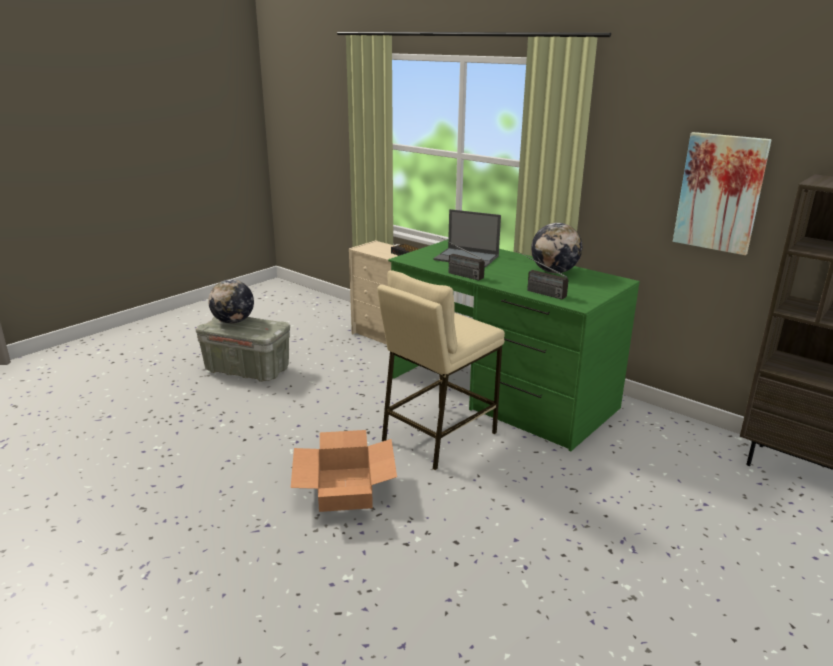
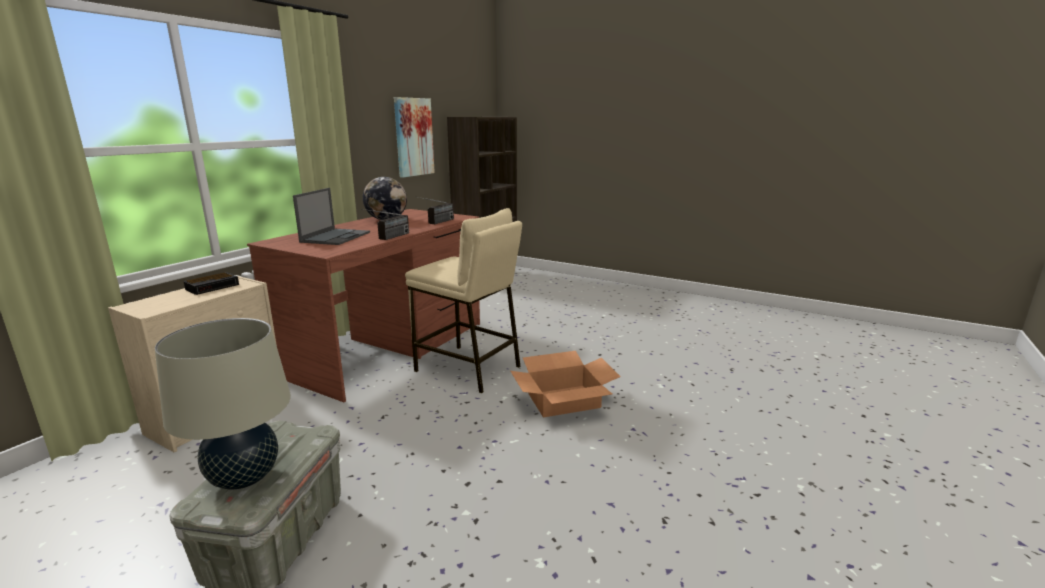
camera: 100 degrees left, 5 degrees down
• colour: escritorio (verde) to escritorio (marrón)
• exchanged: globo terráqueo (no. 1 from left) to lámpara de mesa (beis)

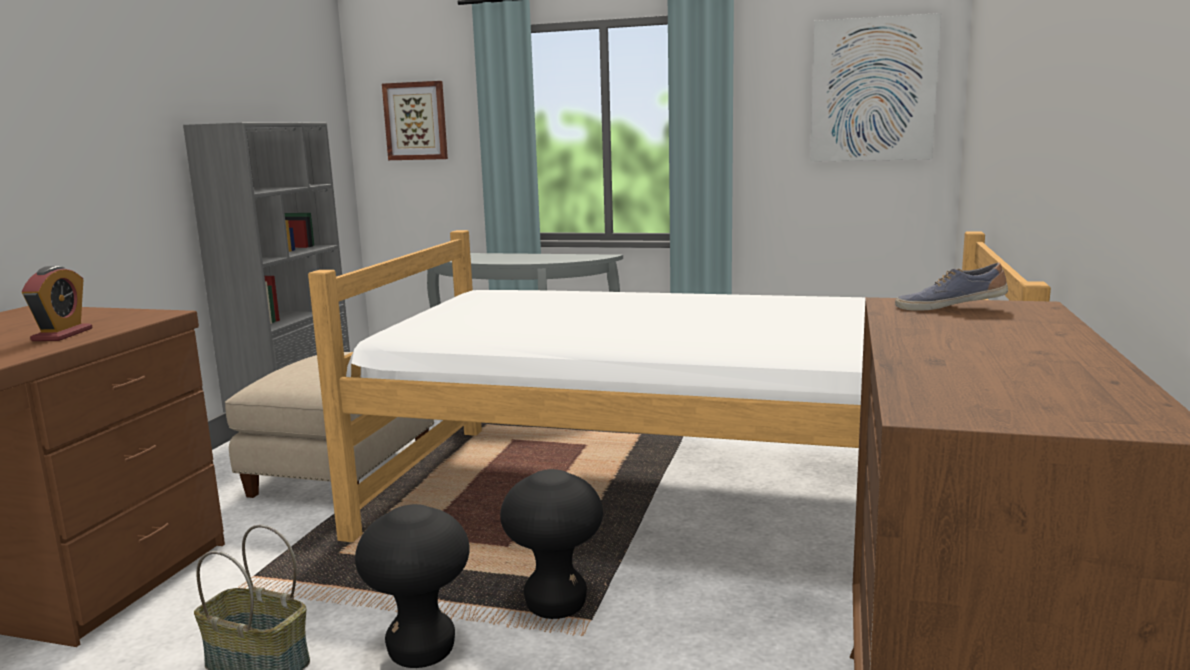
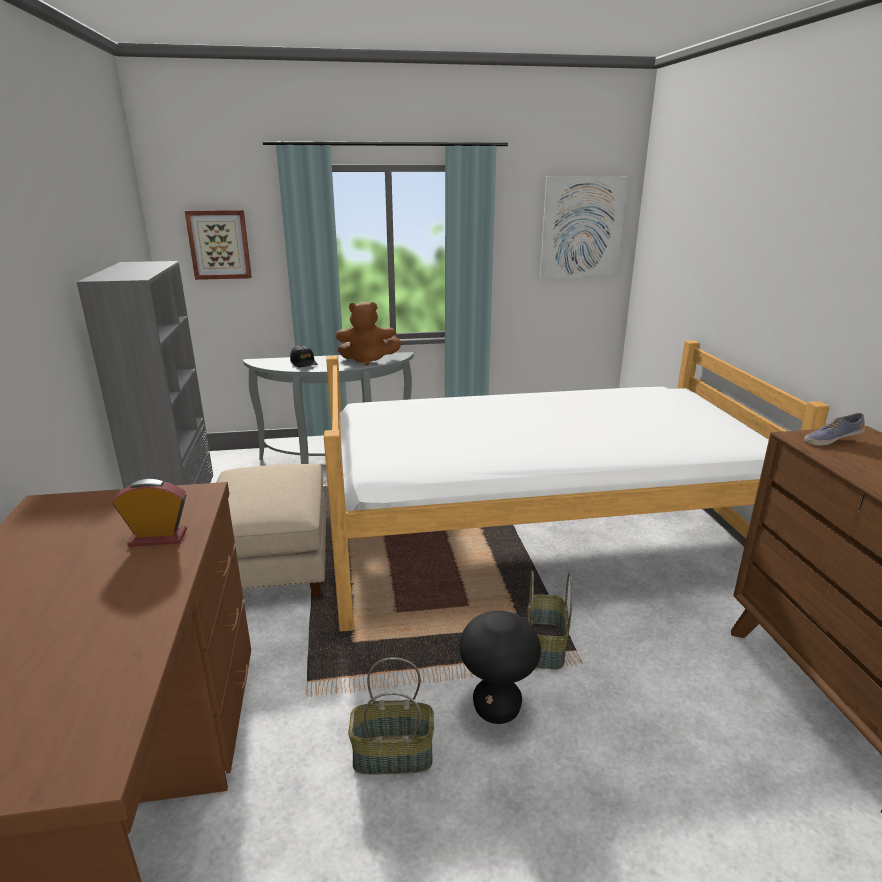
camera: 25 degrees left, 10 degrees up
• spun: despertador 75 degrees counterclockwise
• exchanged: taburete (negro) (no. 2 from left) to cesta (no. 2 from left)
• appeared: peluche (marrón)
• appeared: gorra (negro)

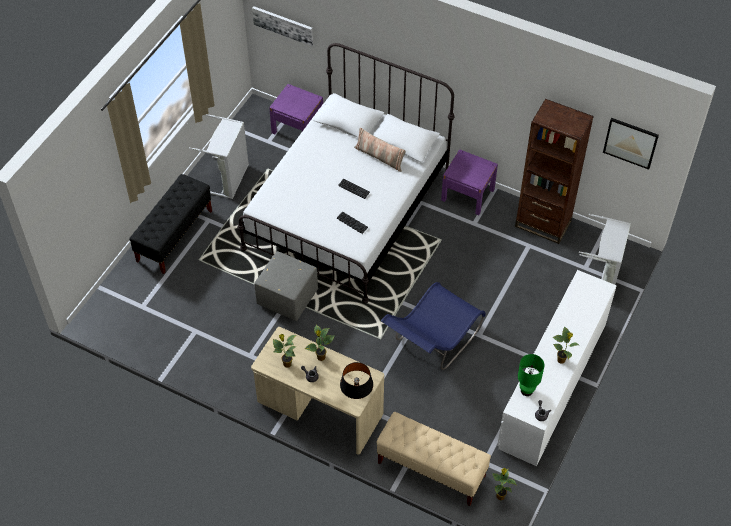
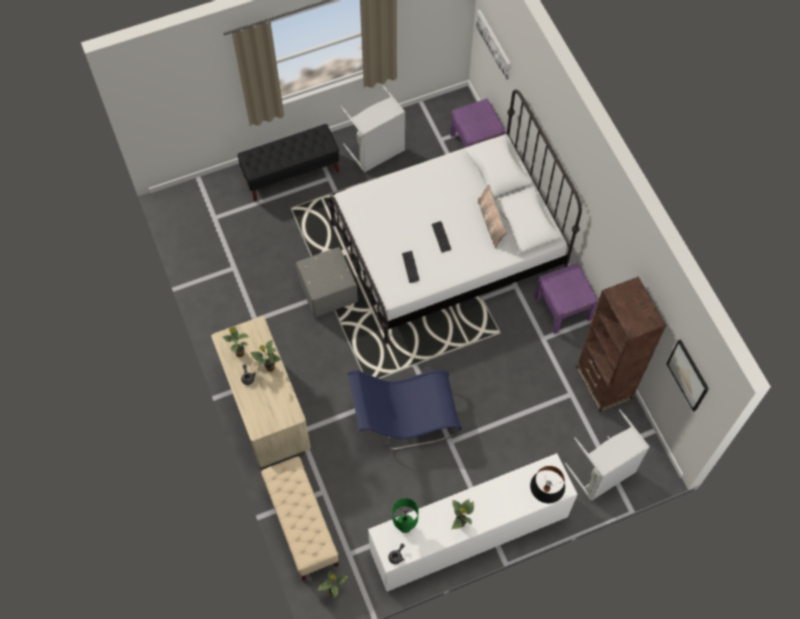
camera: 40 degrees right, 10 degrees up
• relocated: lámpara de mesa (negro)

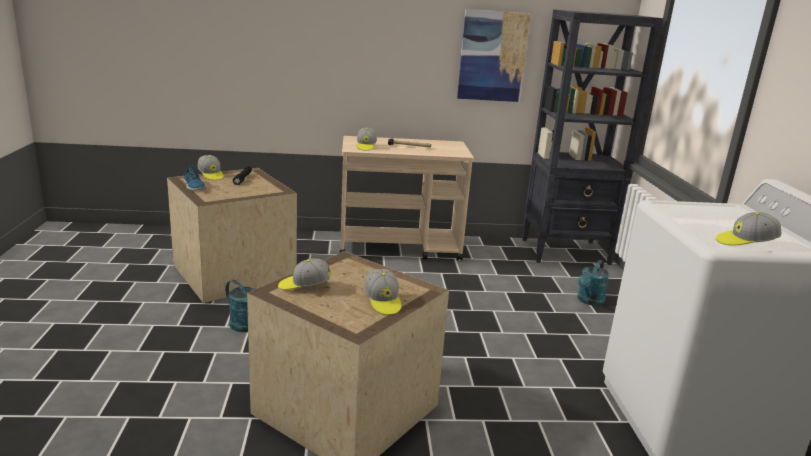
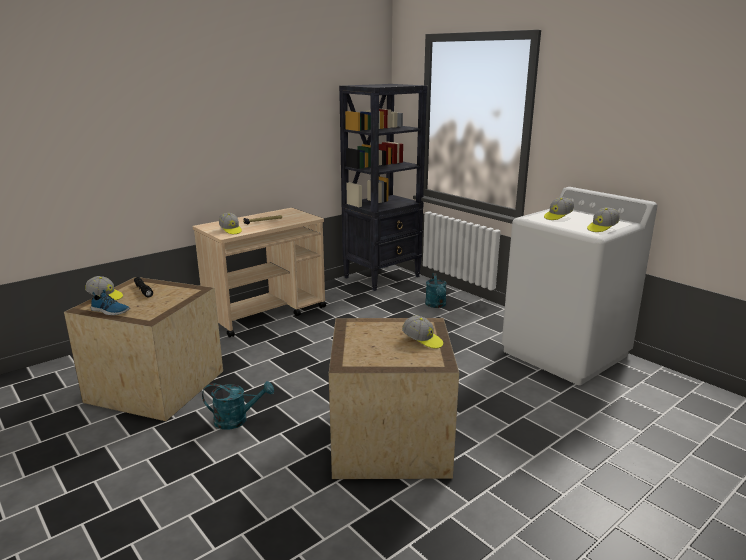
camera: 35 degrees left, 0 degrees up
• missing: cuadro
• relocated: gorra (no. 2 from left in the first image) to gorra (no. 4 from left)

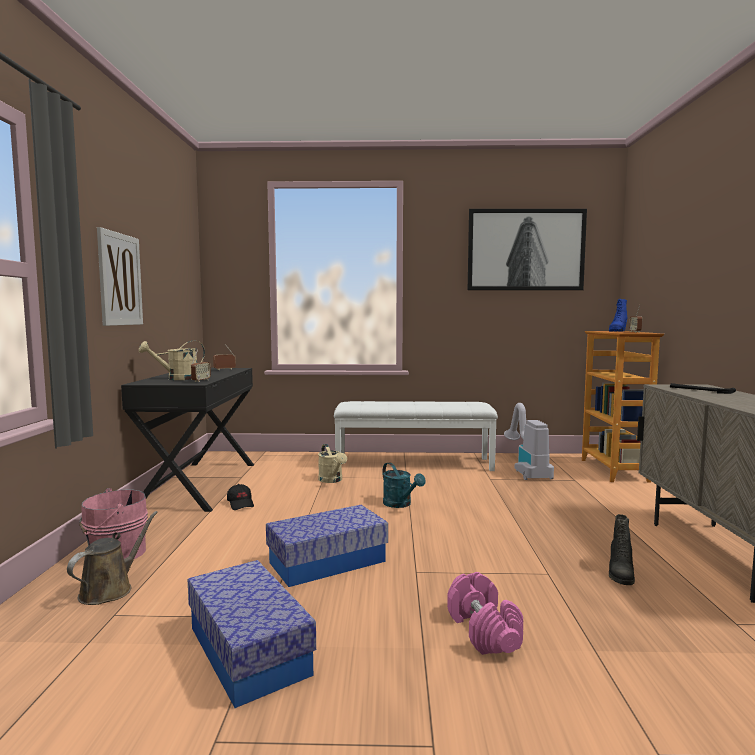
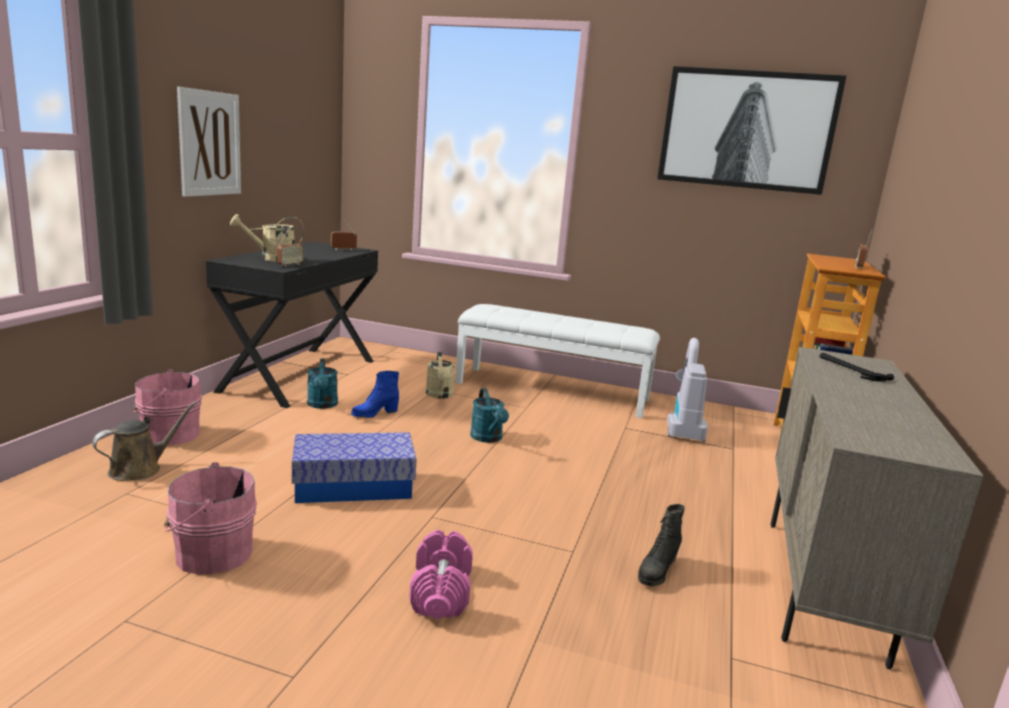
camera: 15 degrees right, 10 degrees up
• relocated: bota (azul)
• exchanged: gorra (negro) to regadera (turquesa) (no. 1 from left)
• exchanged: caja de almacenaje (no. 1 from left) to cubo (rosa) (no. 2 from left)

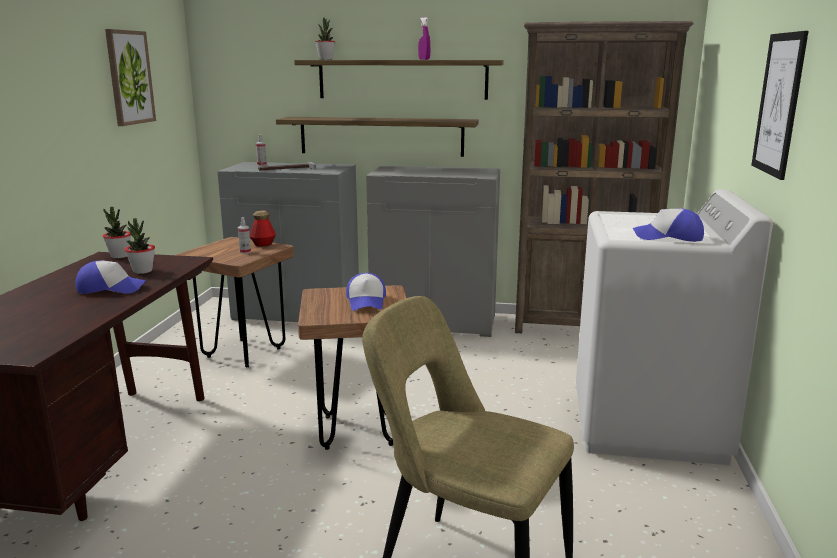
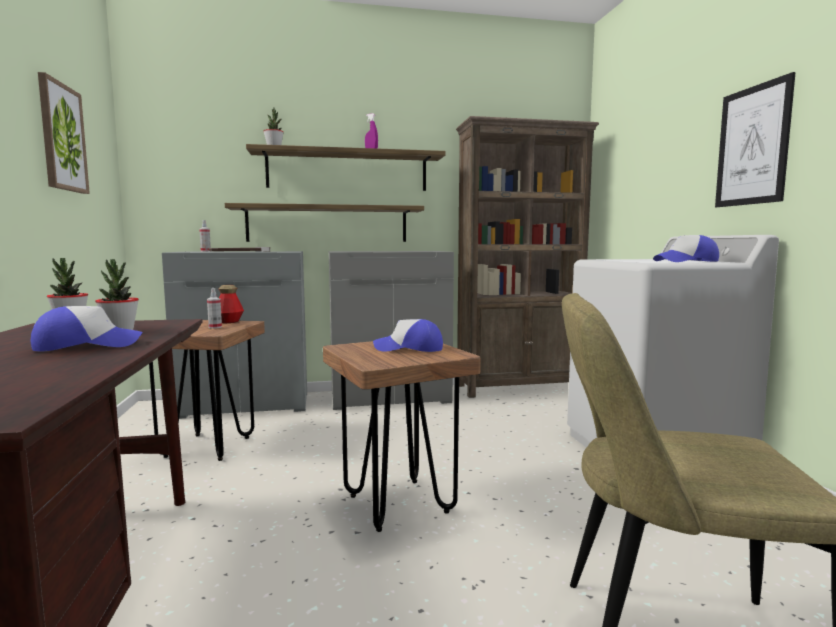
camera: 20 degrees left, 10 degrees down
• spun: gorra (no. 2 from left) 120 degrees clockwise

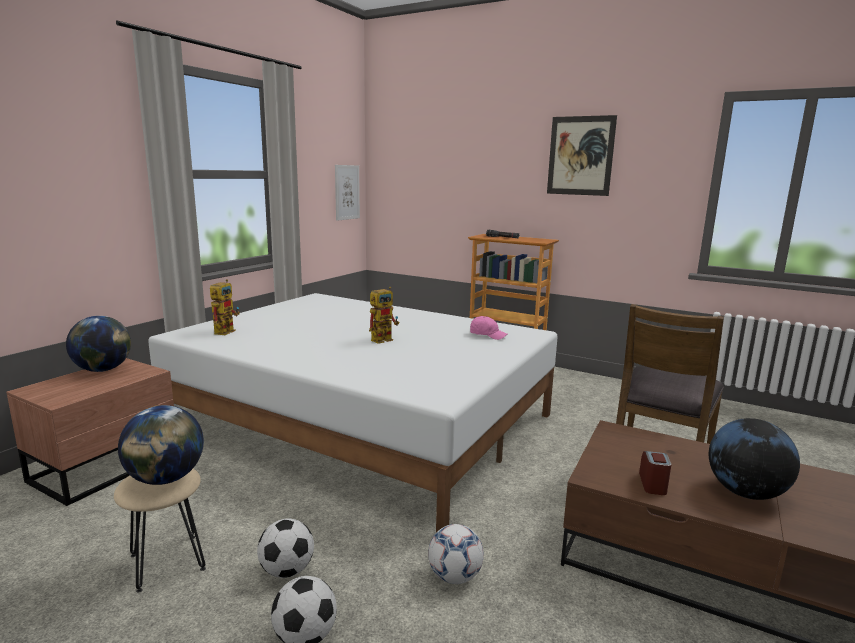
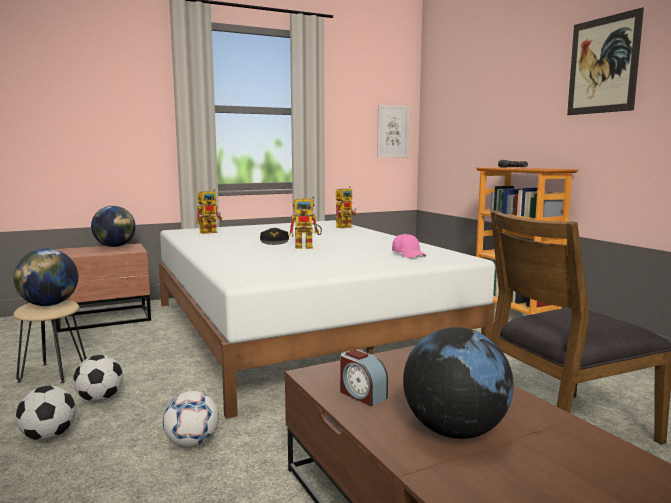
camera: 35 degrees right, 5 degrees down
• spun: despertador 90 degrees clockwise
• appeared: robot de juguete (no. 3 from left)
• appeared: gorra (negro)

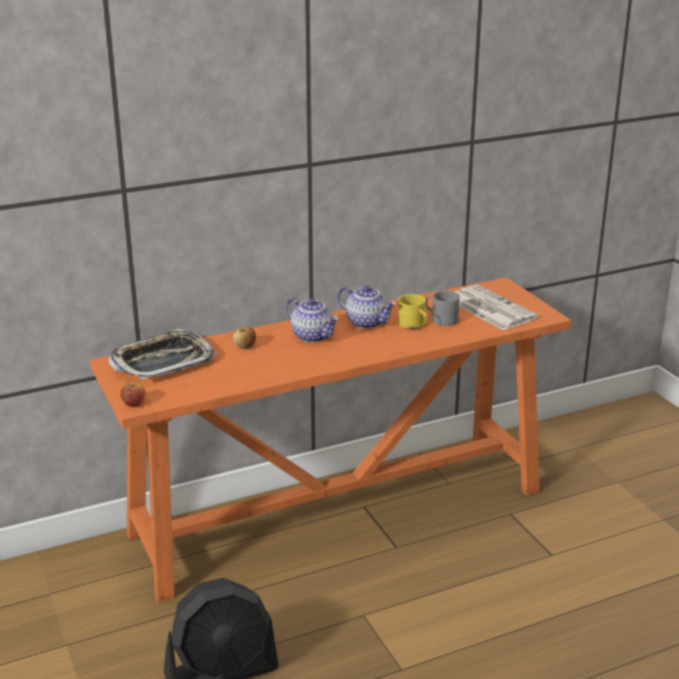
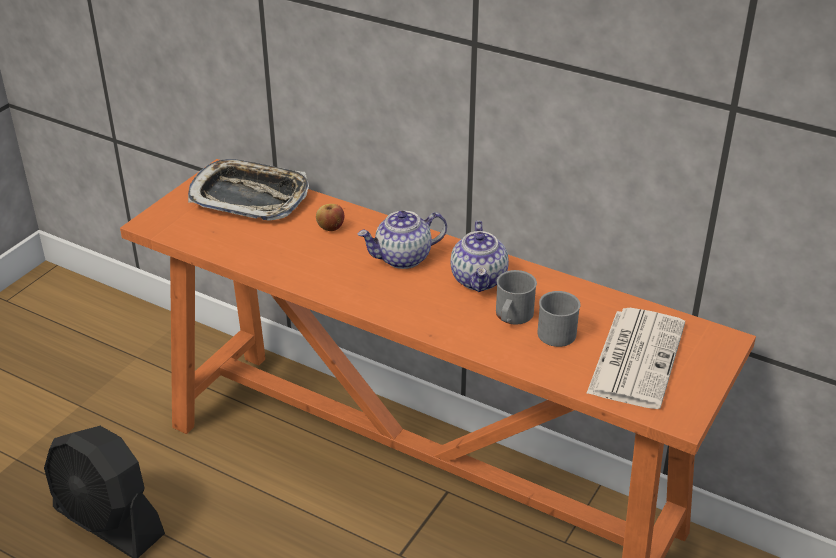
camera: 55 degrees right, 10 degrees up
• colour: taza grande (amarillo) to taza grande (gris) (no. 1 from left)
• spun: tetera (no. 1 from left) 60 degrees clockwise
• missing: manzana (no. 1 from left)

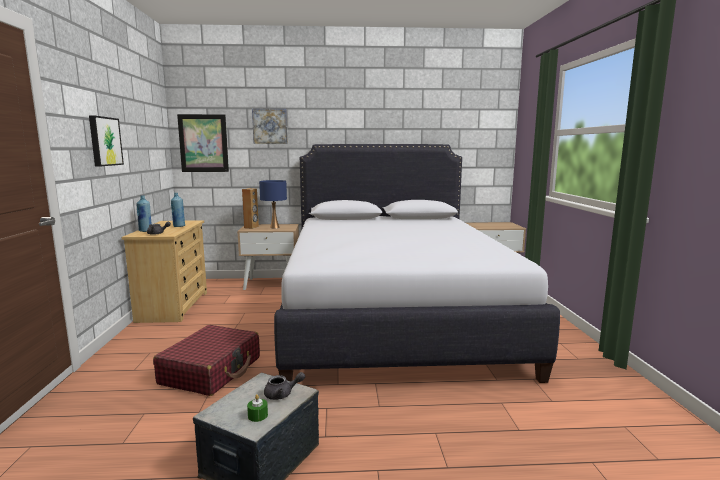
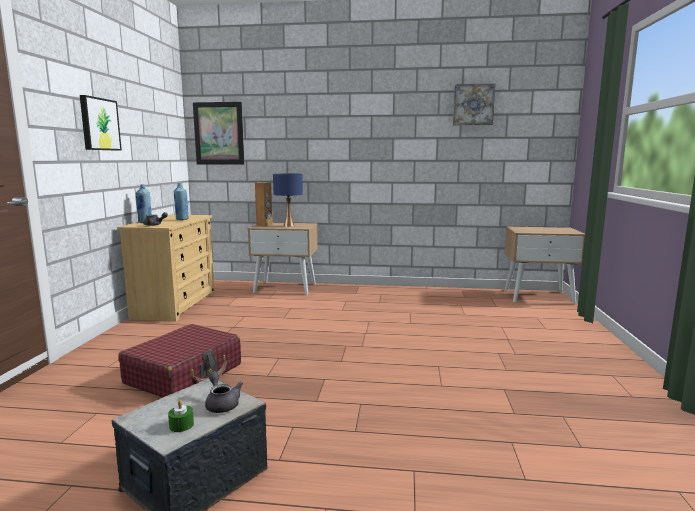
camera: 10 degrees right, 0 degrees up
• relocated: cuadro (no. 3 from left)
• missing: cama (blanco)
• spun: tetera (gris) (no. 2 from left) 120 degrees counterclockwise

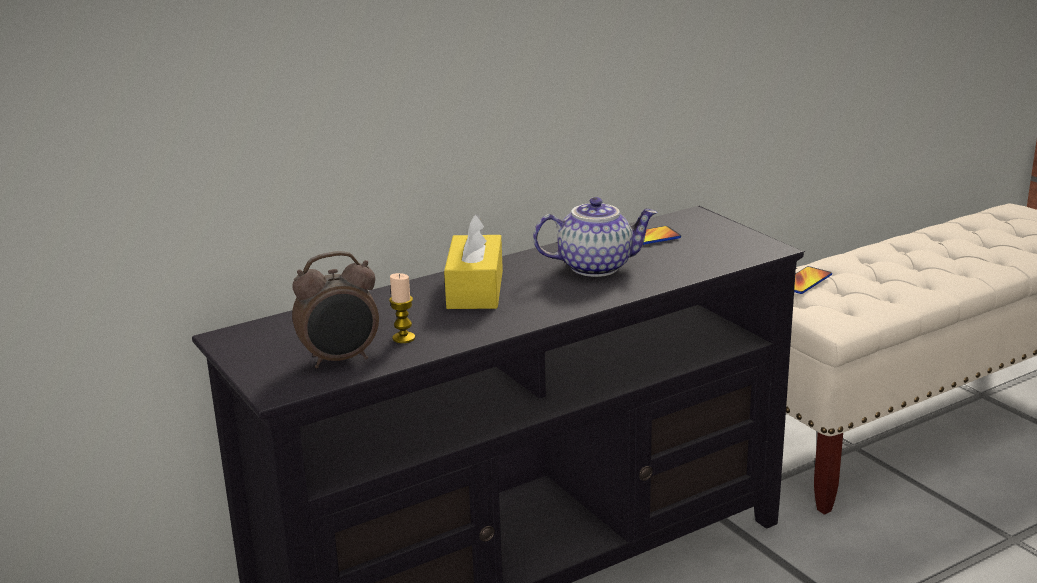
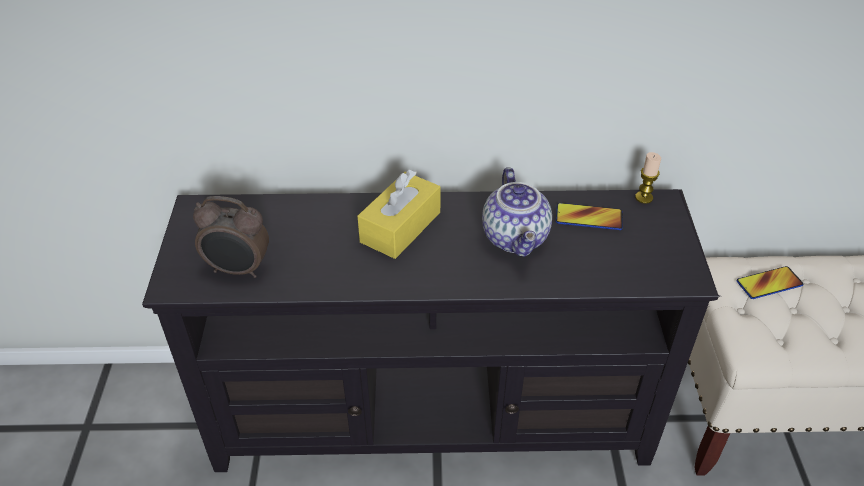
camera: 30 degrees right, 20 degrees up
• spun: tetera 60 degrees clockwise
• relocated: vela

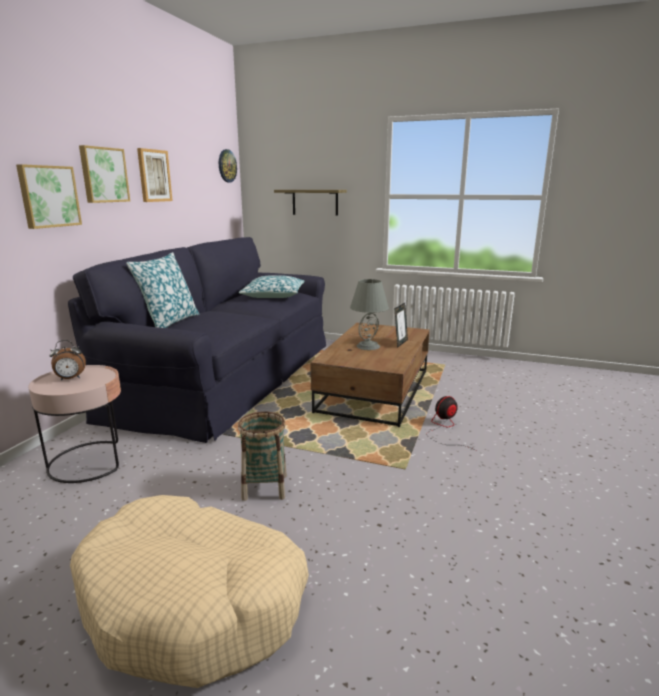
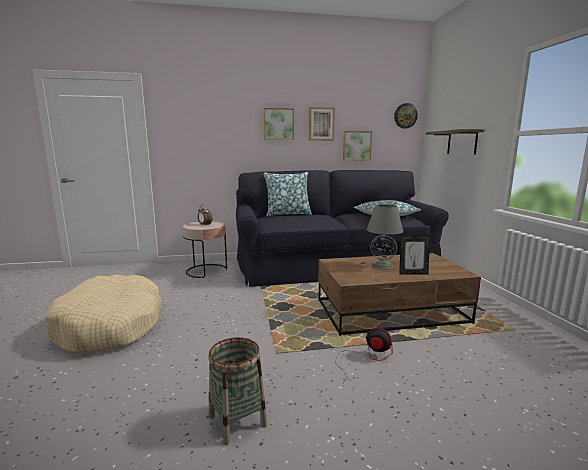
camera: 60 degrees right, 5 degrees down
• relocated: cuadro (no. 1 from left in the first image) to cuadro (no. 3 from left)
• relocated: cesta

